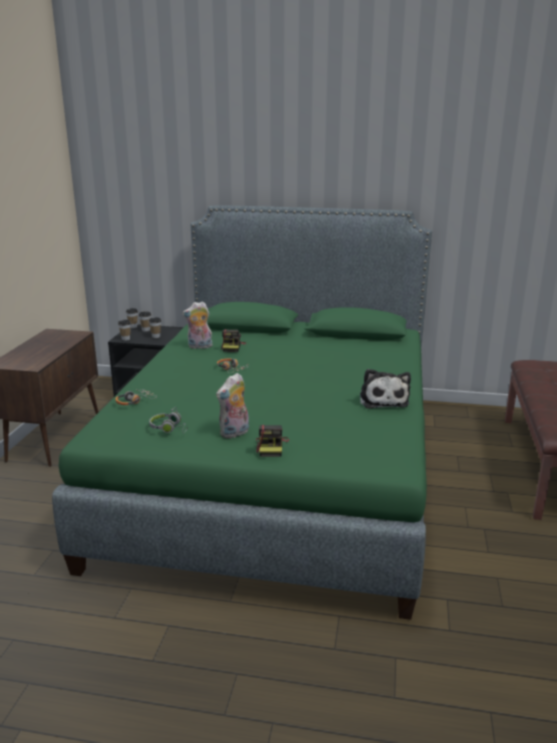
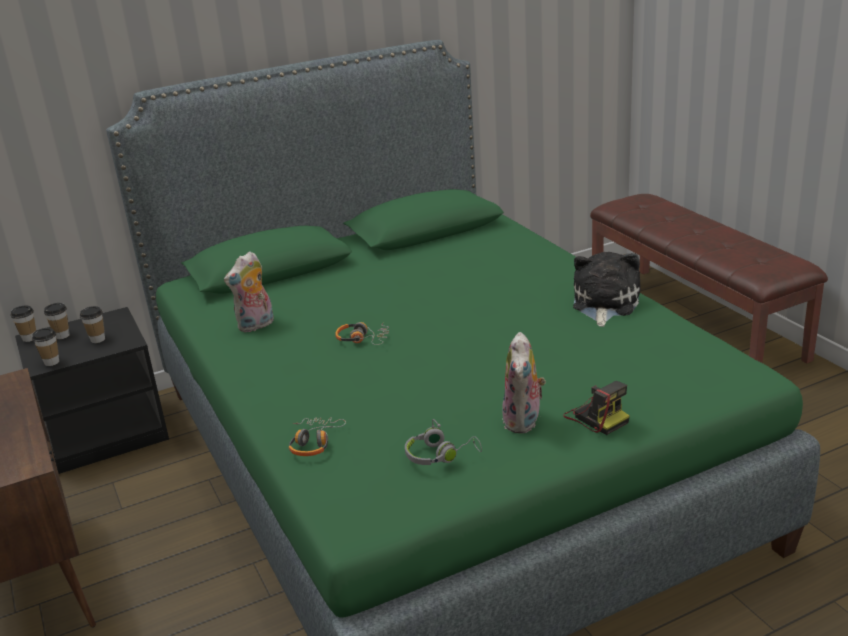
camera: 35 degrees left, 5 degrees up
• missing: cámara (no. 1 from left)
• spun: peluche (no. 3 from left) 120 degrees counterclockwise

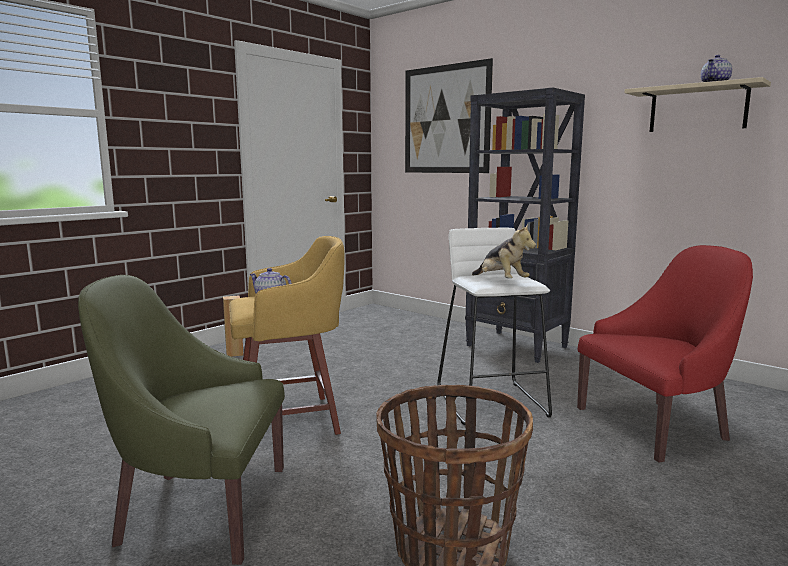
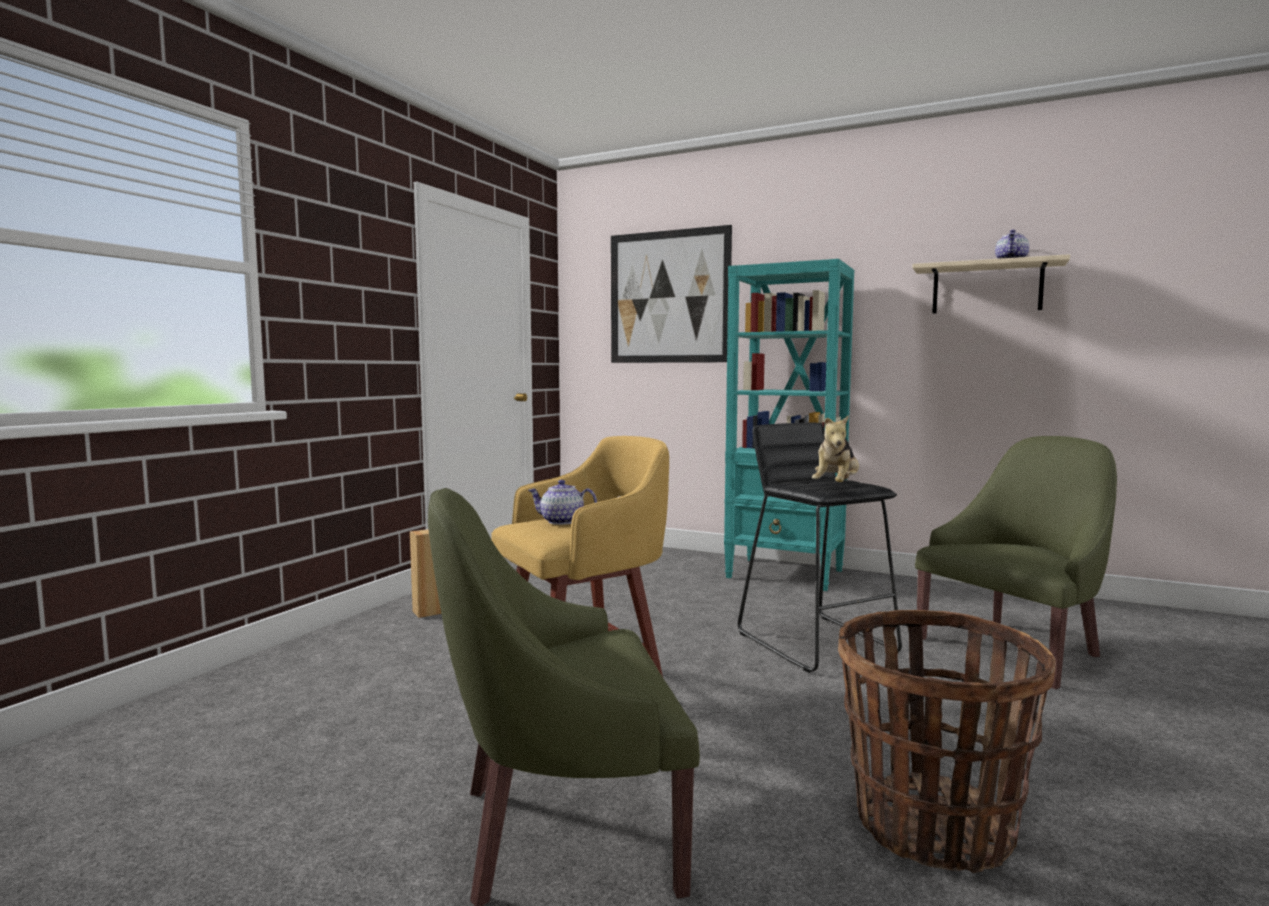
camera: 15 degrees left, 5 degrees down
• colour: estantería (negro) to estantería (turquesa)
• spun: peluche 75 degrees clockwise
• colour: taburete (blanco) to taburete (negro)
• colour: sillón (rojo) to sillón (verde) (no. 2 from left)

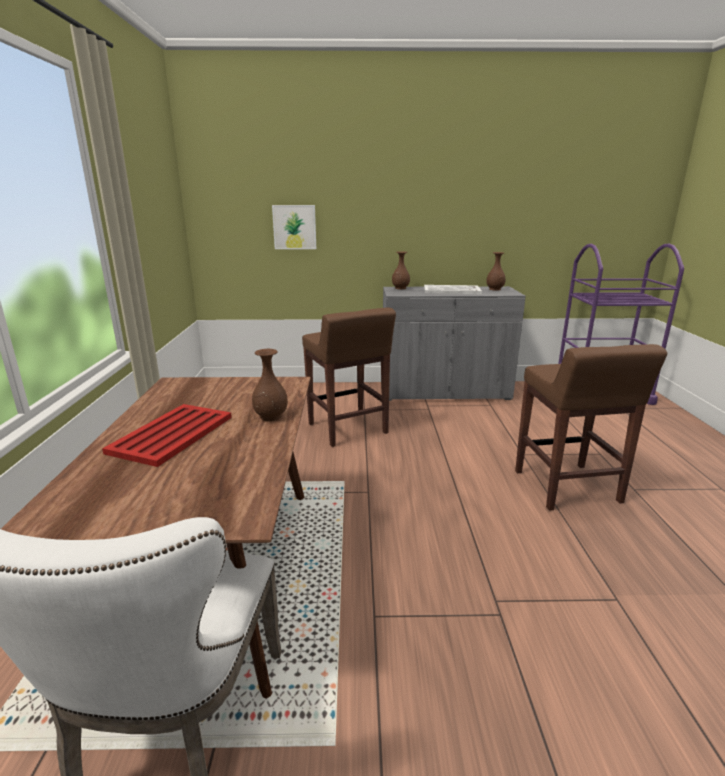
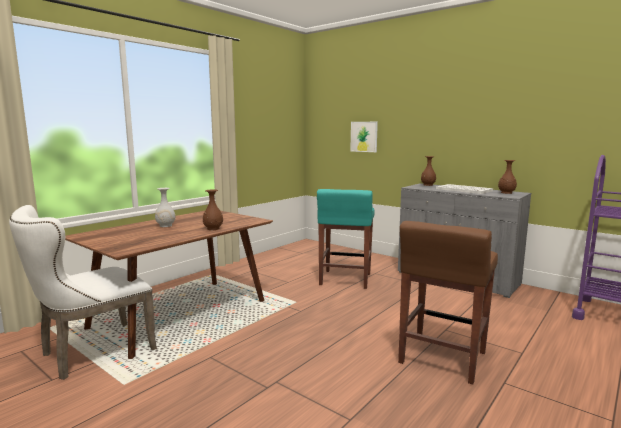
camera: 40 degrees right, 10 degrees down
• colour: taburete (marrón) (no. 1 from left) to taburete (turquesa)
• exchanged: bandeja (rojo) to florero (blanco)

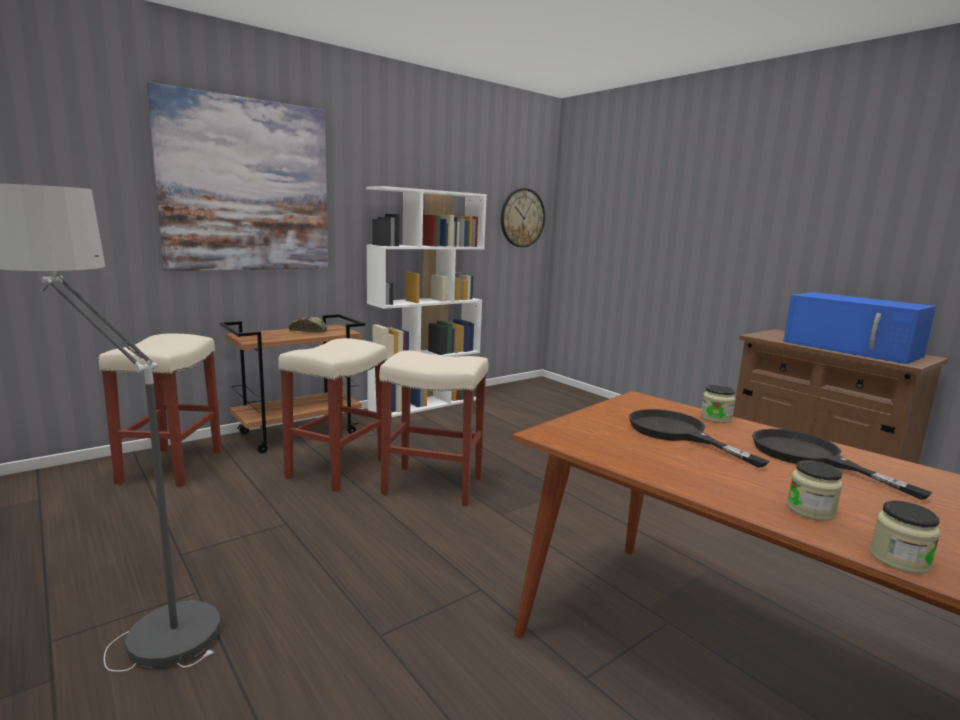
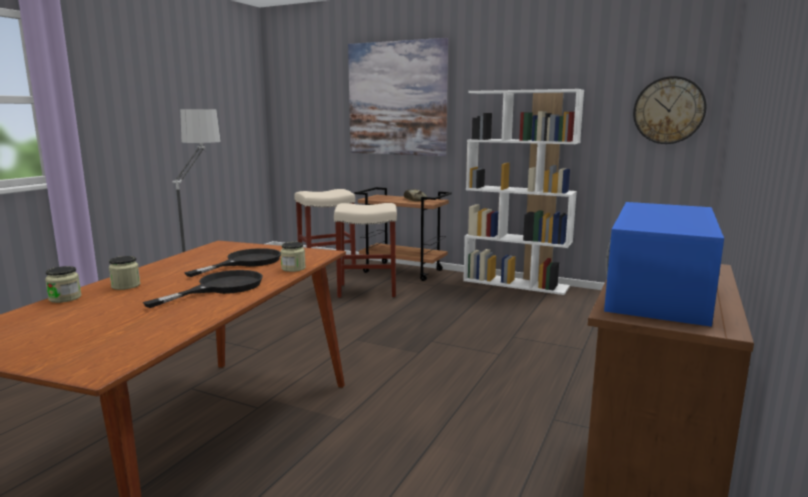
camera: 65 degrees right, 0 degrees up
• missing: taburete (beis) (no. 3 from left)

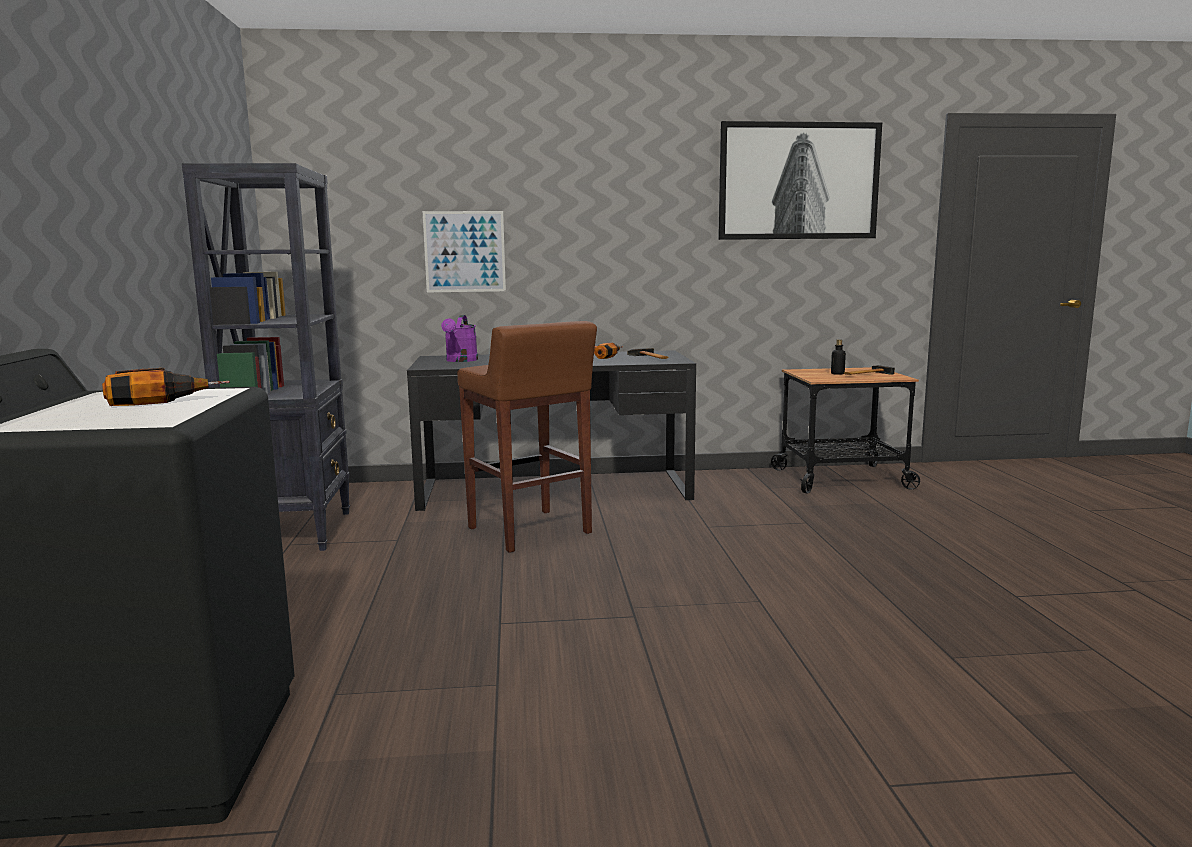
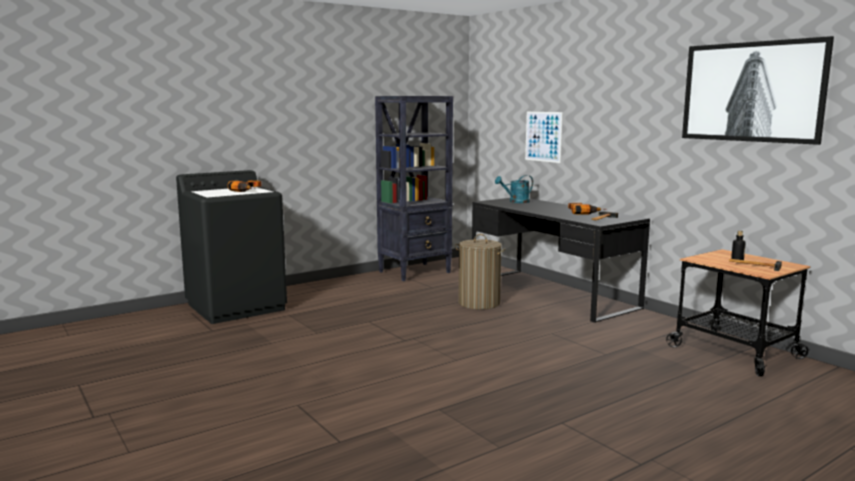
camera: 60 degrees right, 0 degrees up
• colour: regadera (morado) to regadera (turquesa)
• exchanged: taburete (marrón) to cesto de la ropa

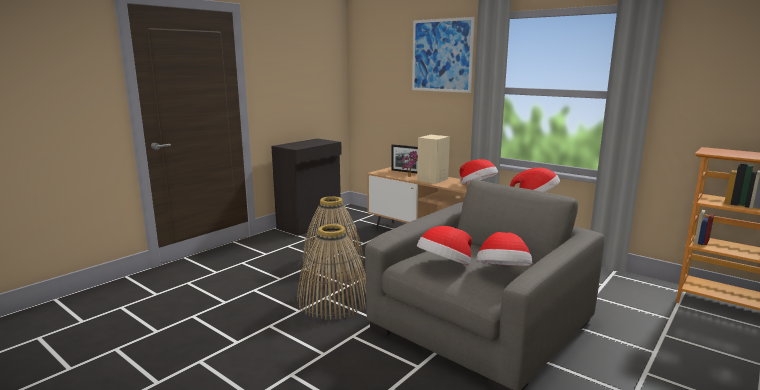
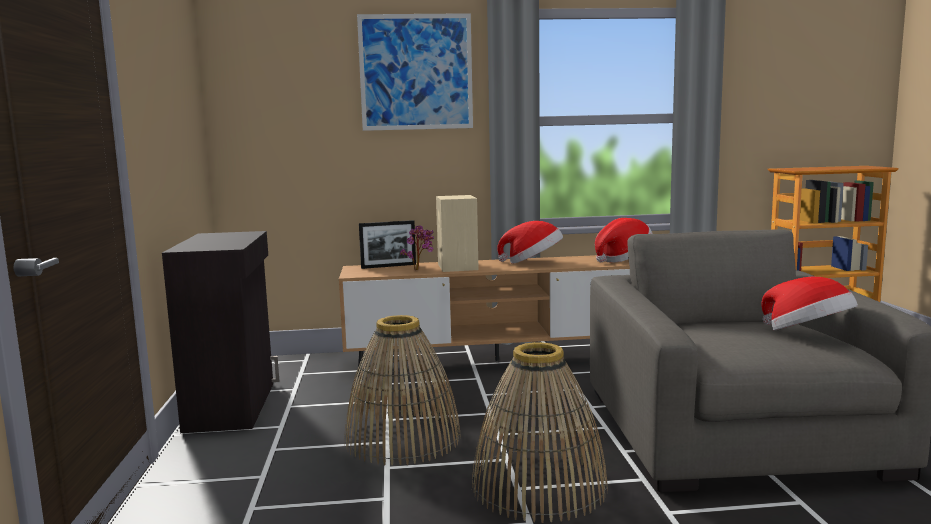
camera: 45 degrees left, 5 degrees down
• missing: sombrero (no. 1 from left)

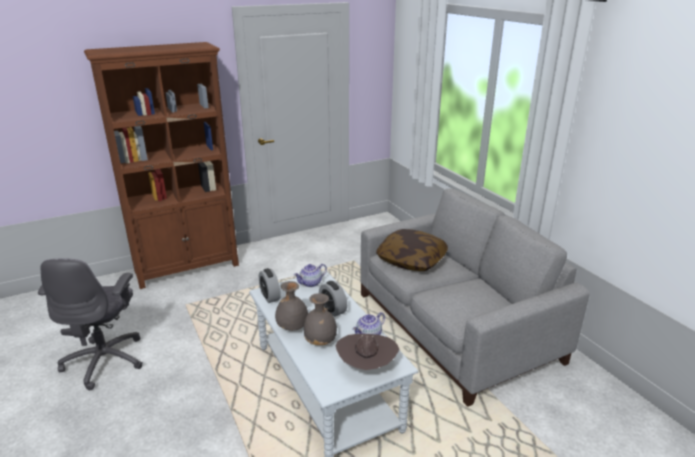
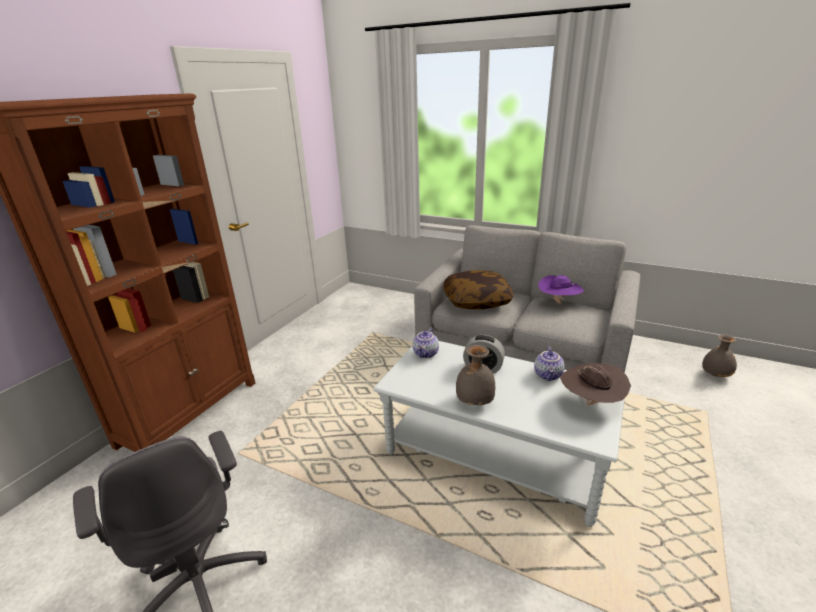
camera: 35 degrees left, 0 degrees up
• missing: despertador (no. 1 from left)
• relocated: florero (gris) (no. 2 from left)
• appeared: sombrero (morado)

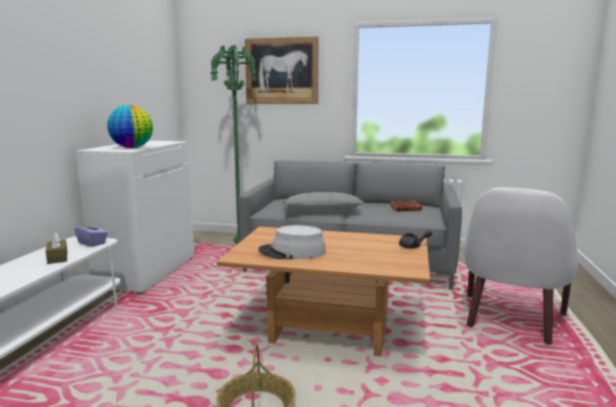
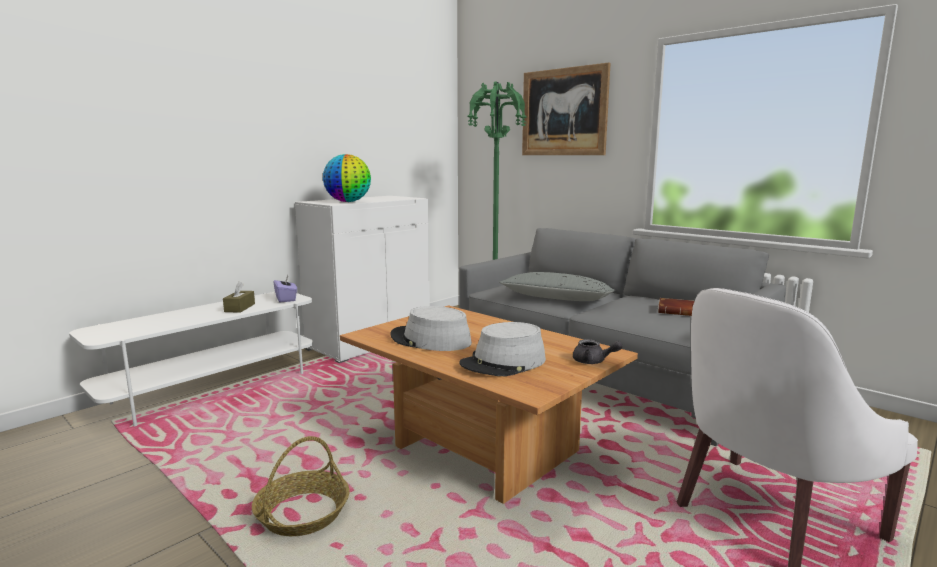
camera: 30 degrees right, 0 degrees up
• appeared: sombrero (gris) (no. 2 from left)

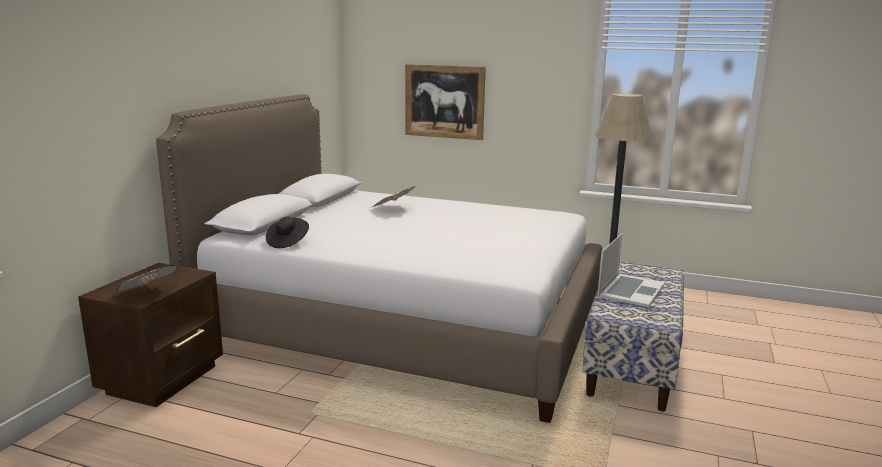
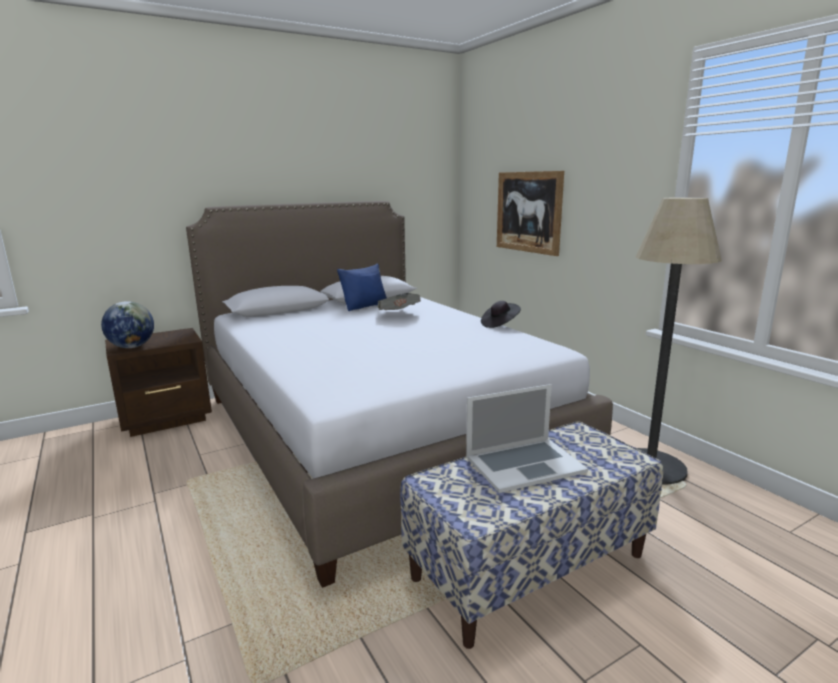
camera: 40 degrees right, 0 degrees up
• relocated: sombrero (negro)
• exchanged: periódico (no. 1 from left) to globo terráqueo
• appeared: cojín (azul)

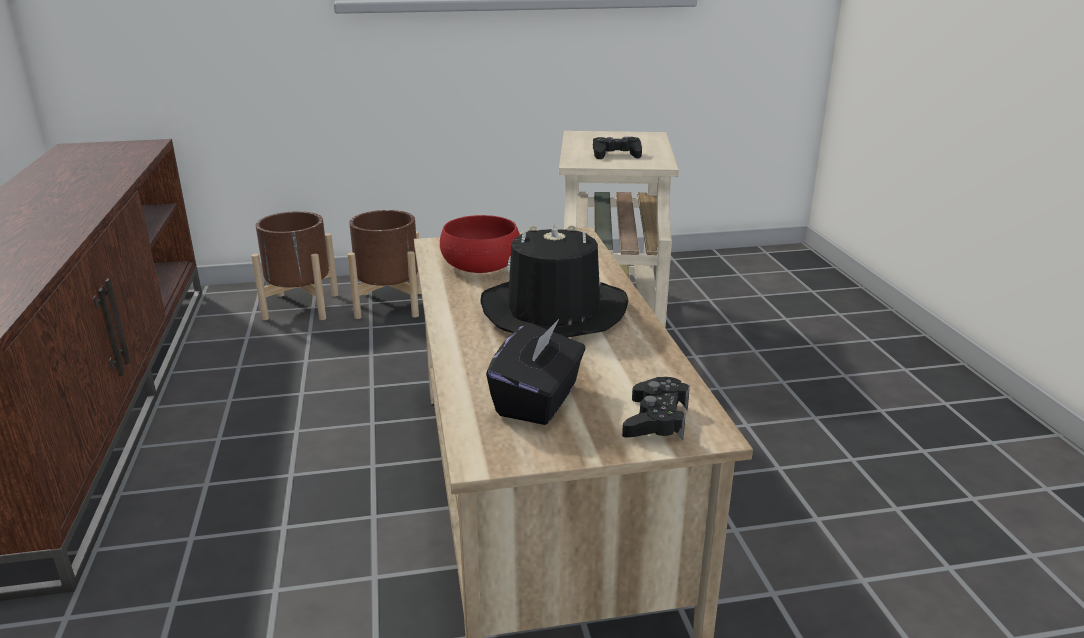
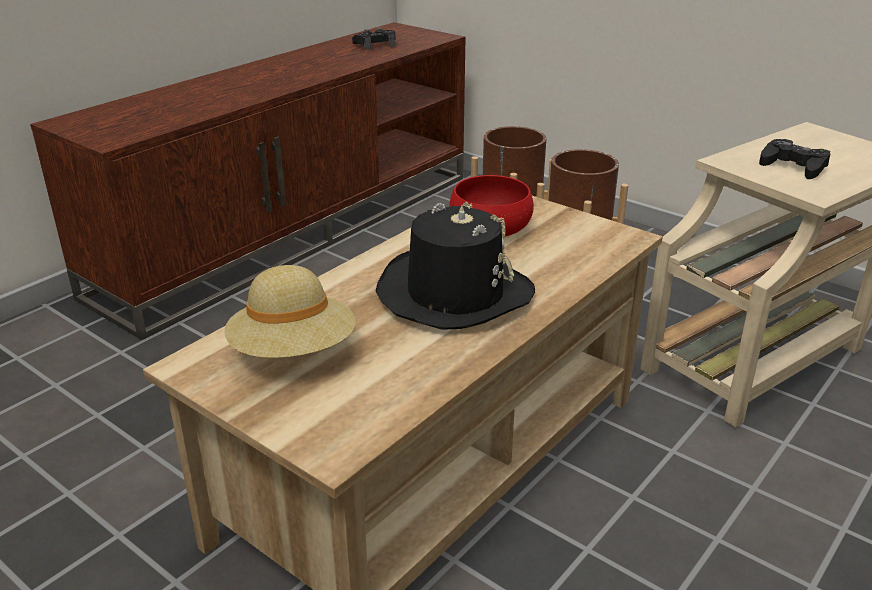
camera: 50 degrees right, 5 degrees up
• exchanged: caja de pañuelos (negro) to sombrero (beis)
• relocated: mando de consola (negro) (no. 2 from left in the first image) to mando de consola (negro) (no. 1 from left)

